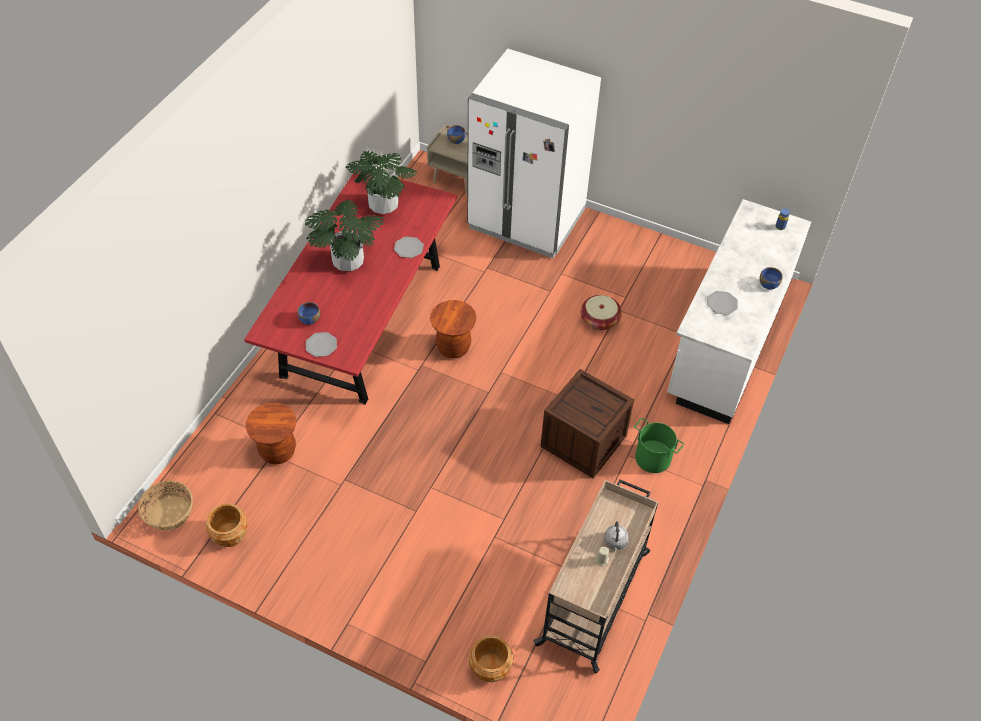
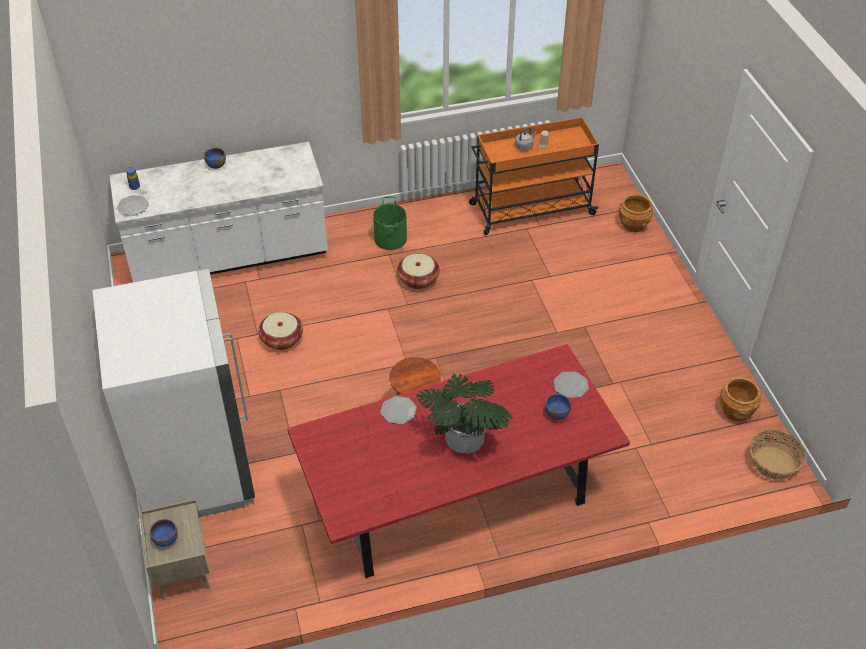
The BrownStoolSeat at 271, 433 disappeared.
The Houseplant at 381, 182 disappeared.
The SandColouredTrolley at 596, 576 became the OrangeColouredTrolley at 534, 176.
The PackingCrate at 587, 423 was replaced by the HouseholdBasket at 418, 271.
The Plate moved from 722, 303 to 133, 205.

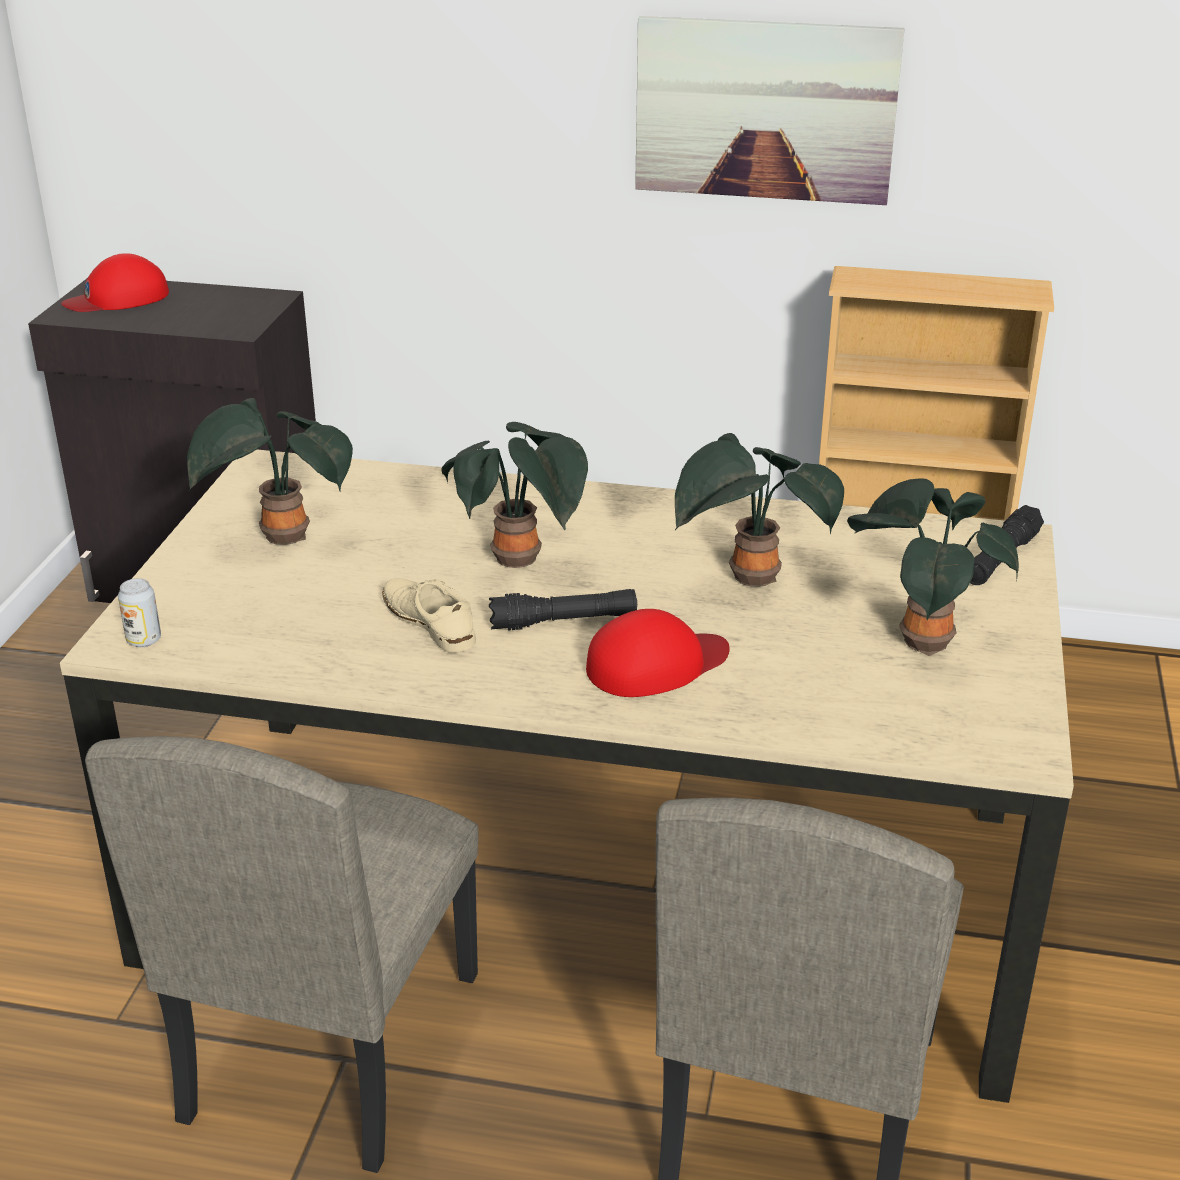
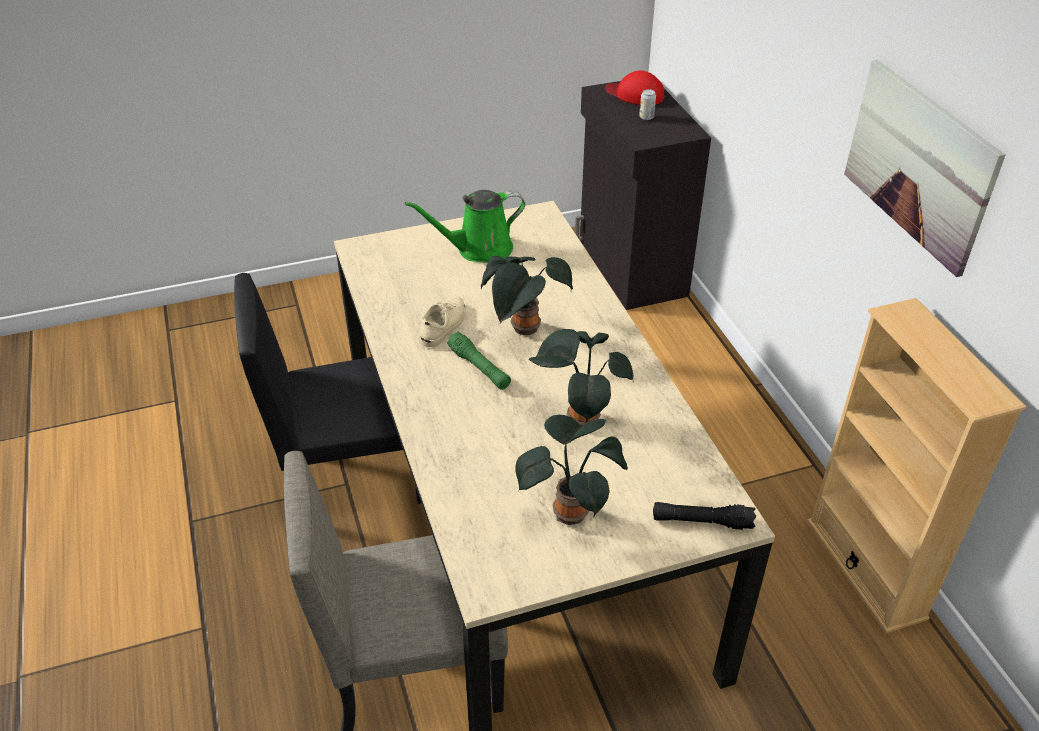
The SandColouredChair at 281, 954 became the BlackChair at 327, 388.
The Can moved from 139, 612 to 647, 104.
The Houseplant at 270, 471 was replaced by the GreenWateringCan at 465, 226.
The BlackHandTorch at 563, 609 became the GreenHandTorch at 479, 360.
The RedBaseballCap at 658, 653 disappeared.

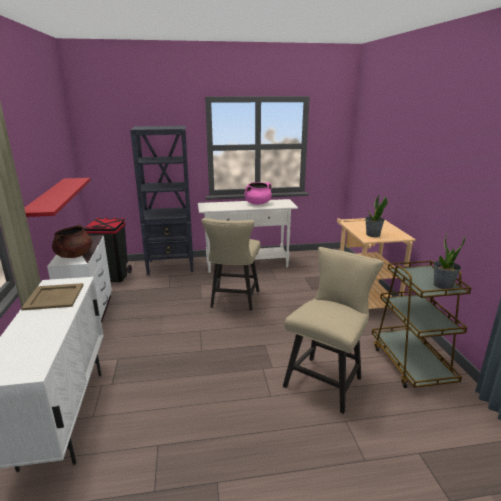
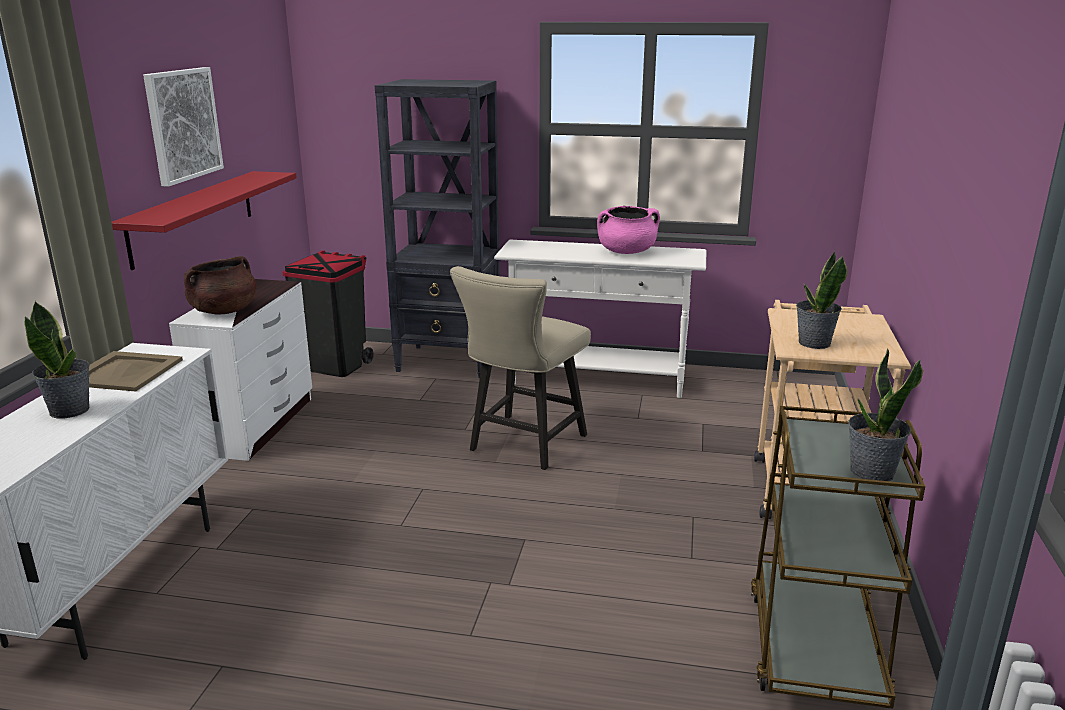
The SandColouredChair at 333, 330 disappeared.
The Houseplant at 57, 359 appeared.
The Picture at 183, 127 appeared.

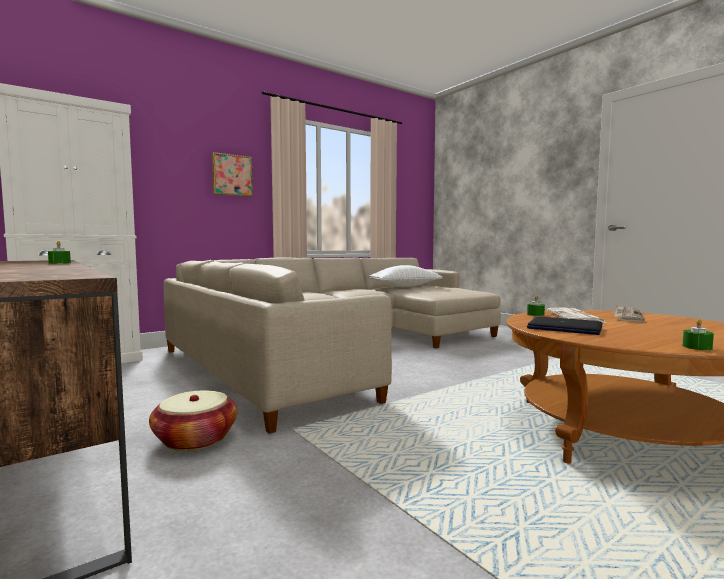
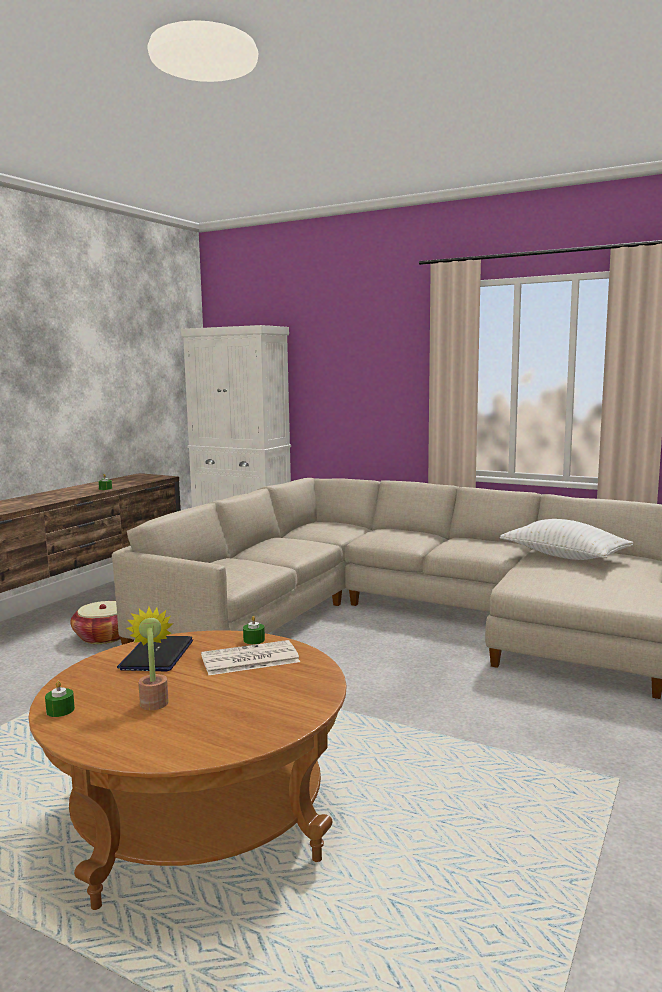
The Picture at 232, 174 disappeared.
The PrintedPaper at 629, 313 disappeared.
The Houseplant at 150, 658 appeared.

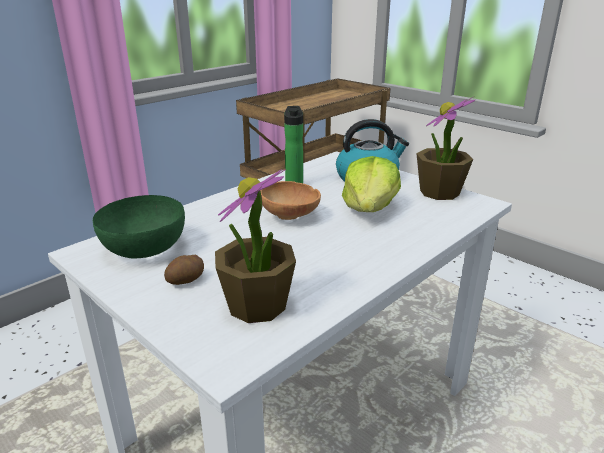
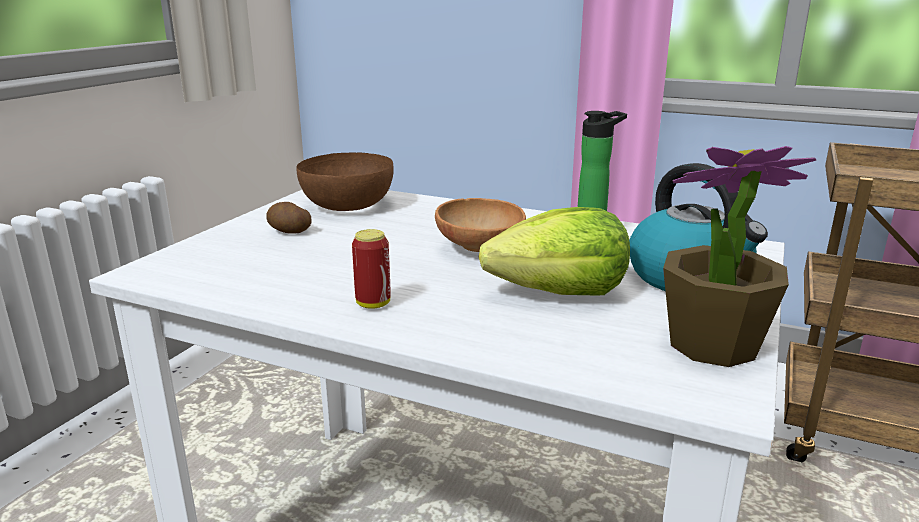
The GreenBowl at 139, 226 became the BrownBowl at 345, 182.
The Houseplant at 255, 246 disappeared.
The Can at 371, 269 appeared.

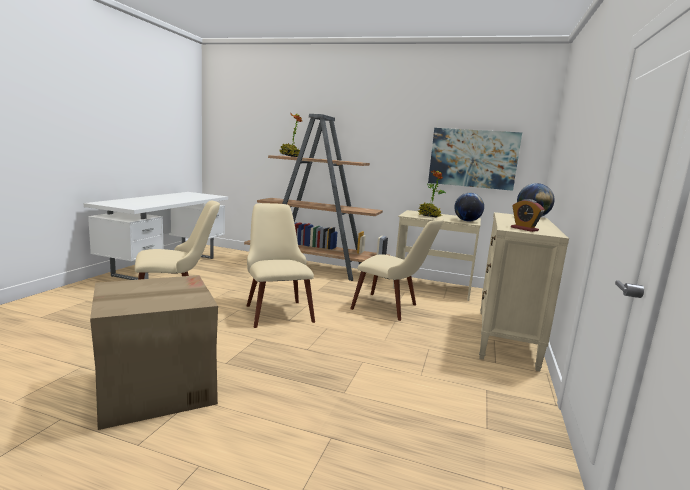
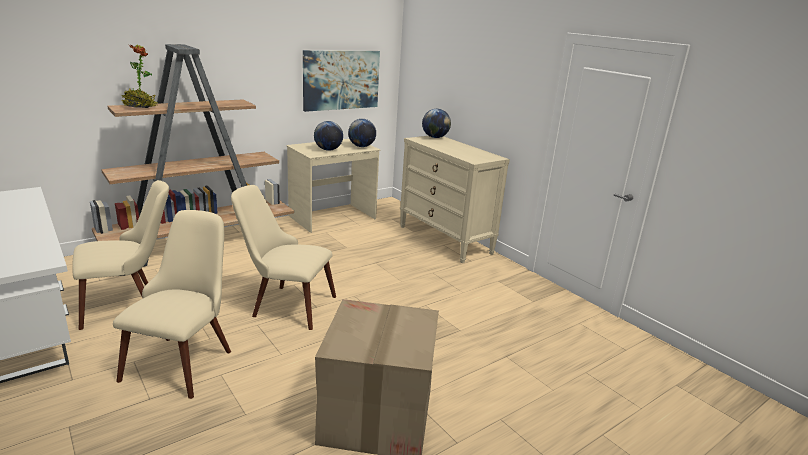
The SandColouredChair moved from 397, 269 to 120, 255.
The Houseplant at 432, 193 was replaced by the DeskGlobe at 328, 136.
The AlarmClock at 528, 215 disappeared.

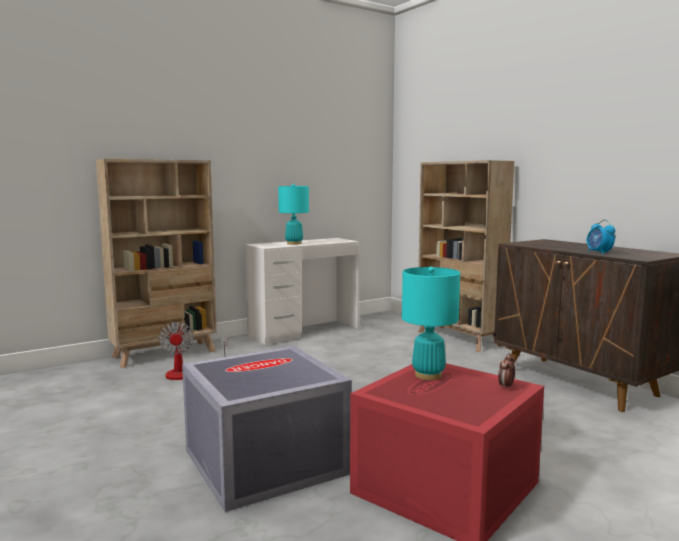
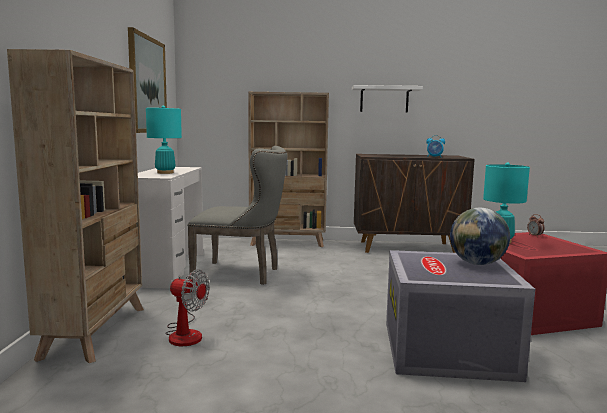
The Picture at 147, 80 appeared.
The GreyChair at 237, 215 appeared.
The WhiteColouredShelf at 387, 98 appeared.
The DeskGlobe at 480, 236 appeared.

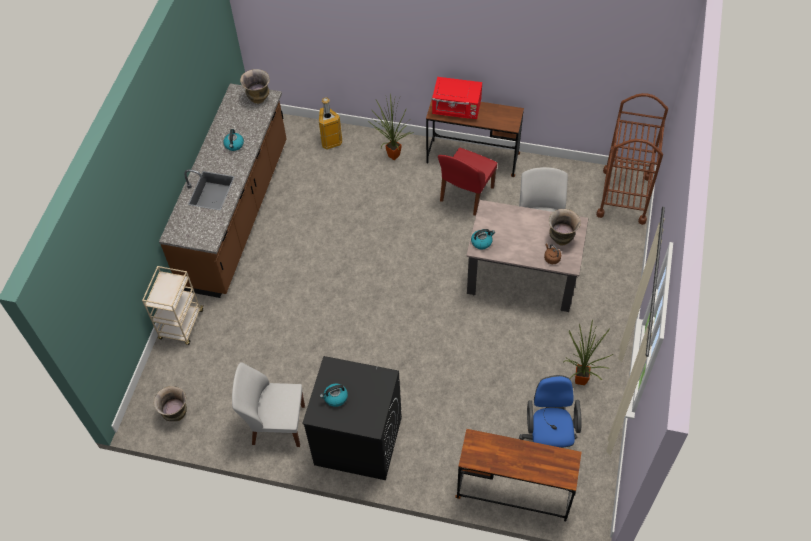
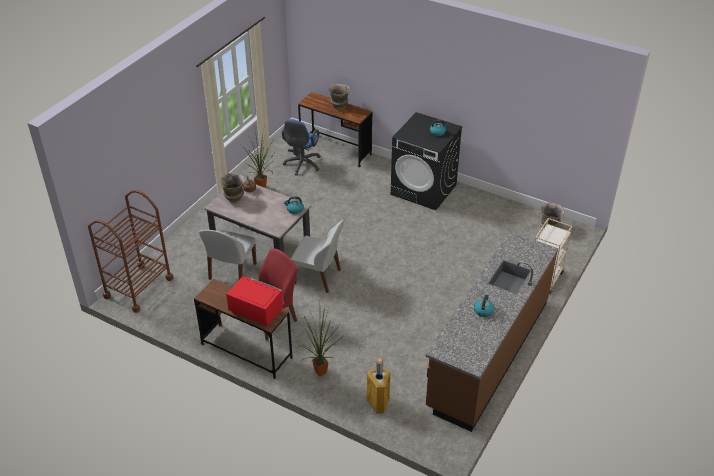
The WhiteColouredChair moved from 268, 404 to 317, 256.
The FlowerVase moved from 255, 86 to 339, 97.

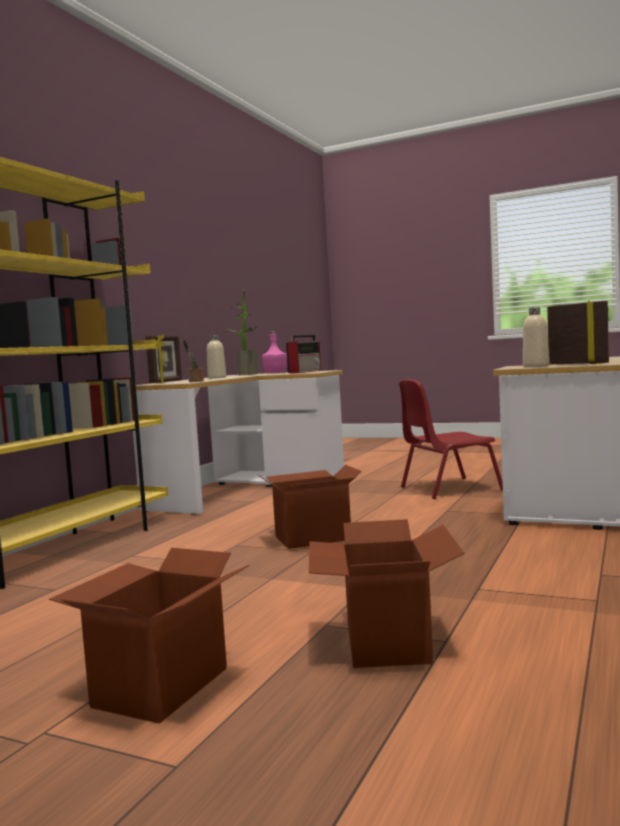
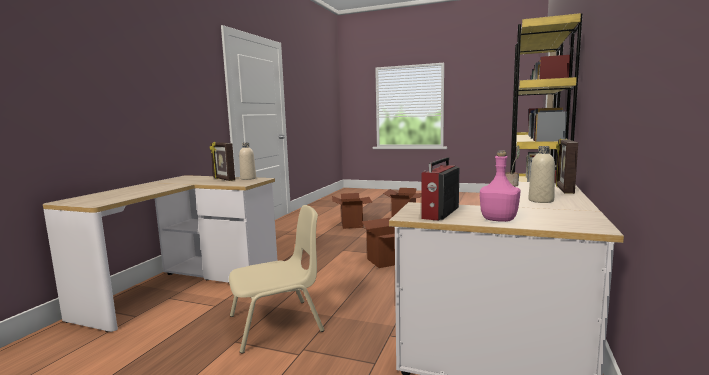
The Houseplant at 242, 332 disappeared.
The RedChair at 451, 439 became the SandColouredChair at 276, 279.

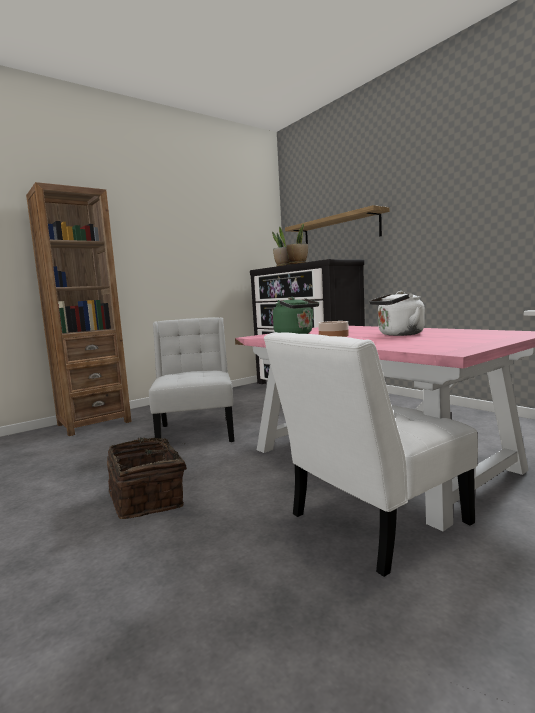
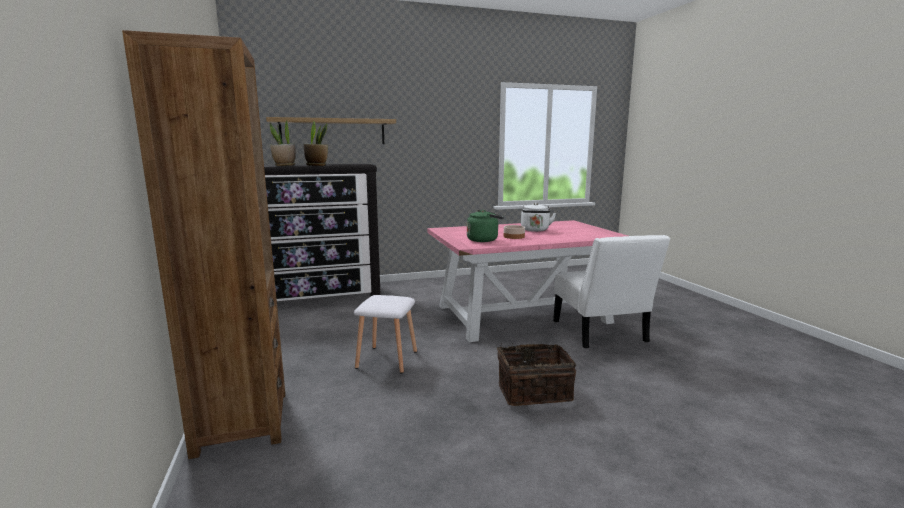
The WhiteColouredChair at 191, 379 was replaced by the WhiteColouredStoolSeat at 385, 334.

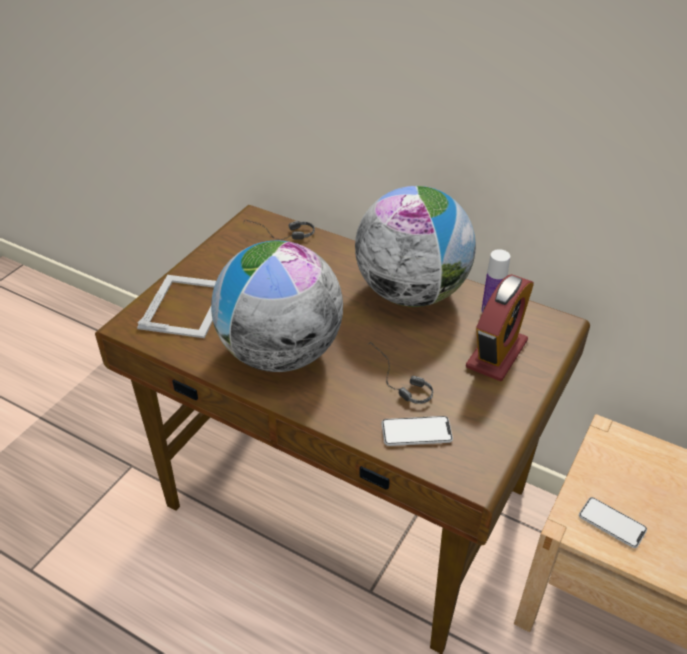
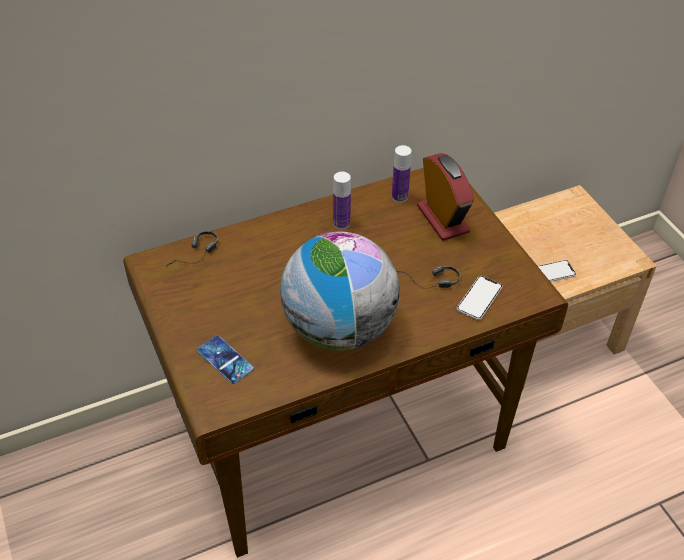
The PictureFrame at 176, 306 was replaced by the Handset at 225, 359.
The DeskGlobe at 415, 246 was replaced by the BeverageBottle at 342, 200.

